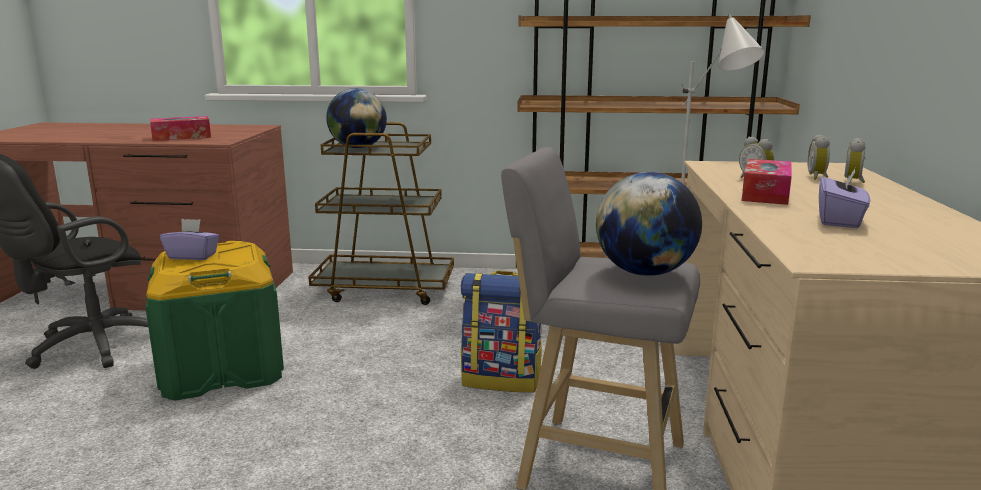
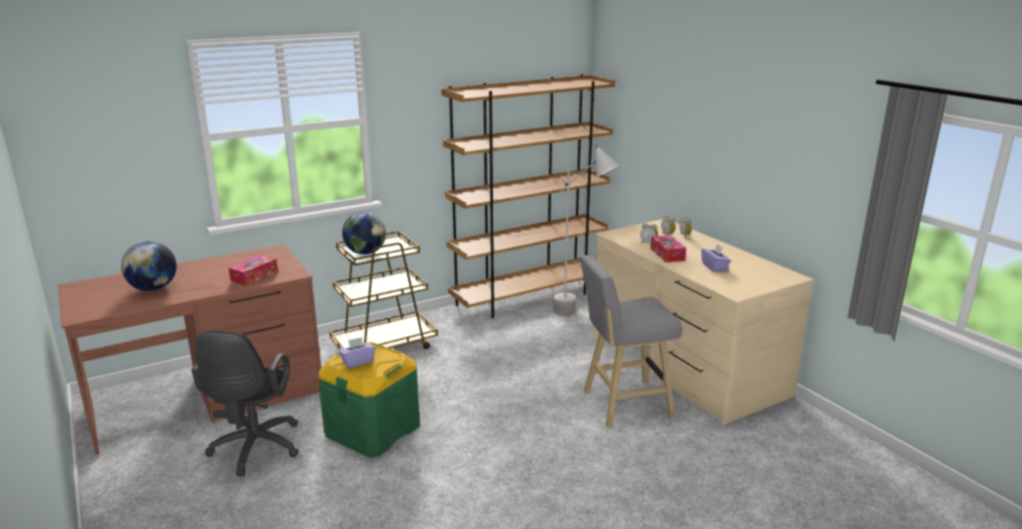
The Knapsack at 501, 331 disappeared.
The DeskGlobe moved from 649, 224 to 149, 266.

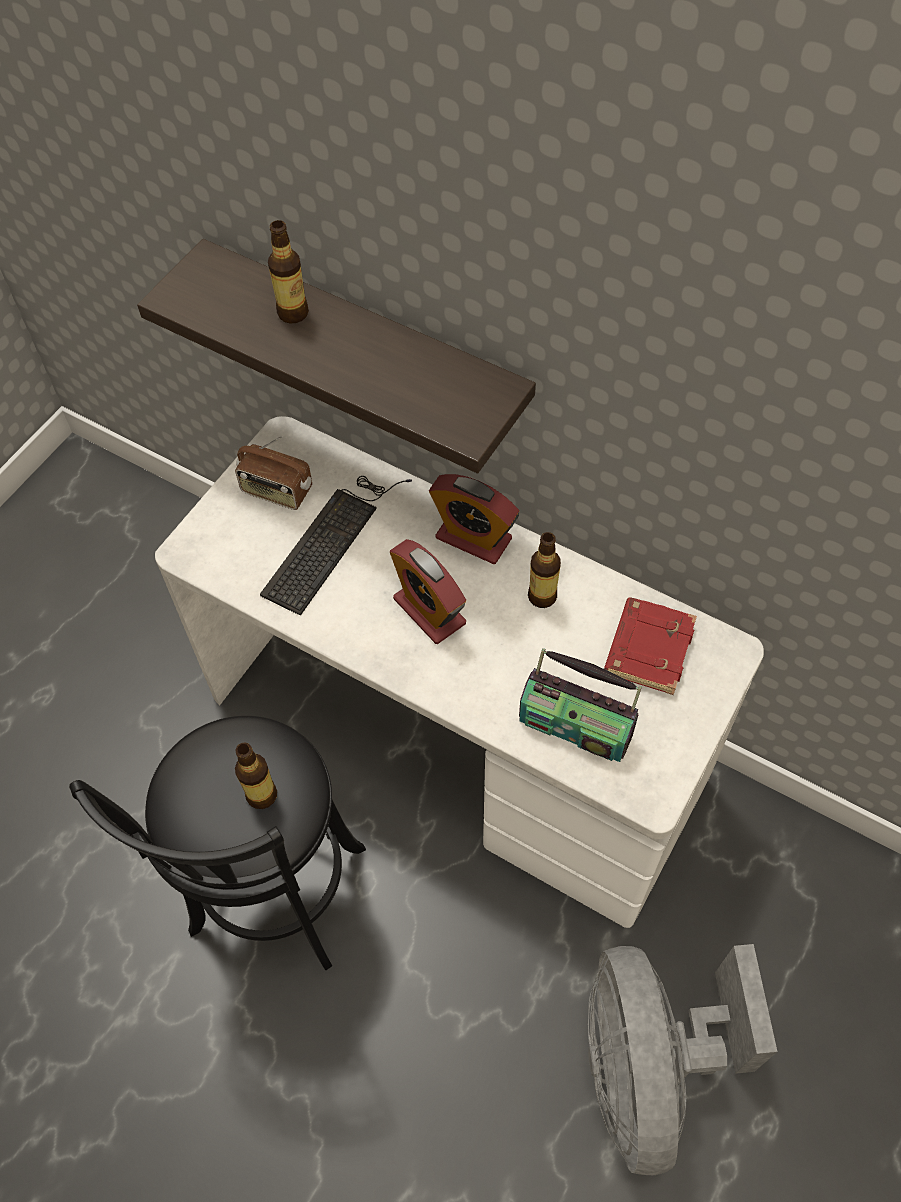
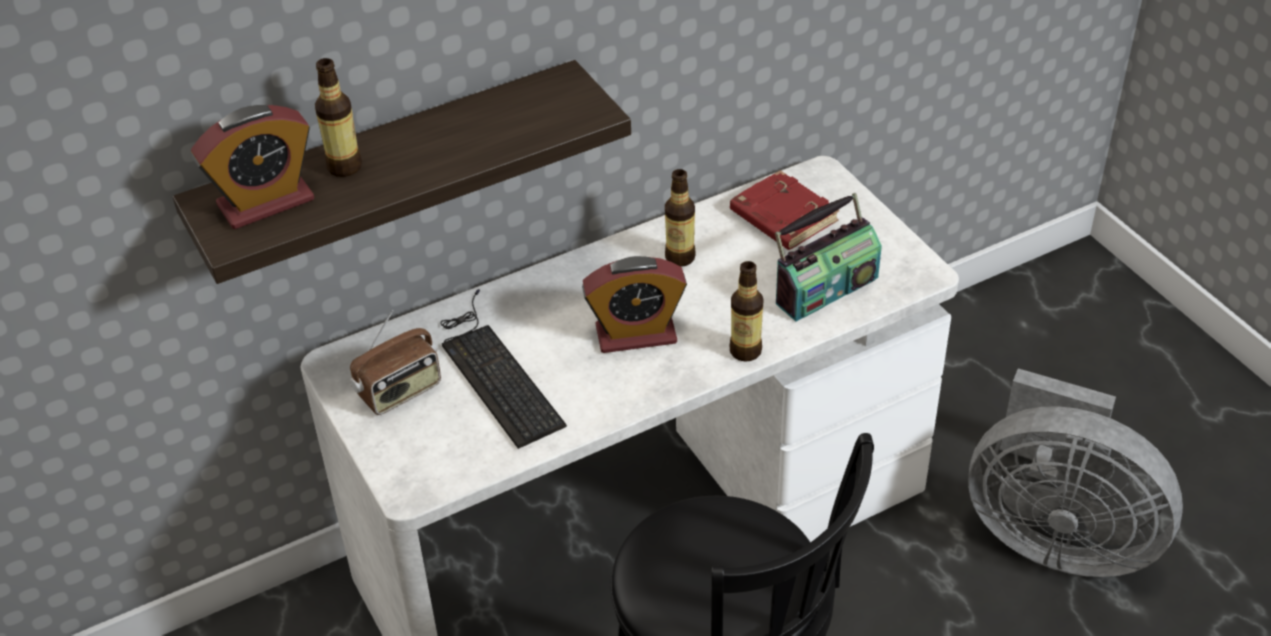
The BeverageBottle moved from 256, 776 to 747, 311.
The AlarmClock moved from 474, 519 to 252, 167.

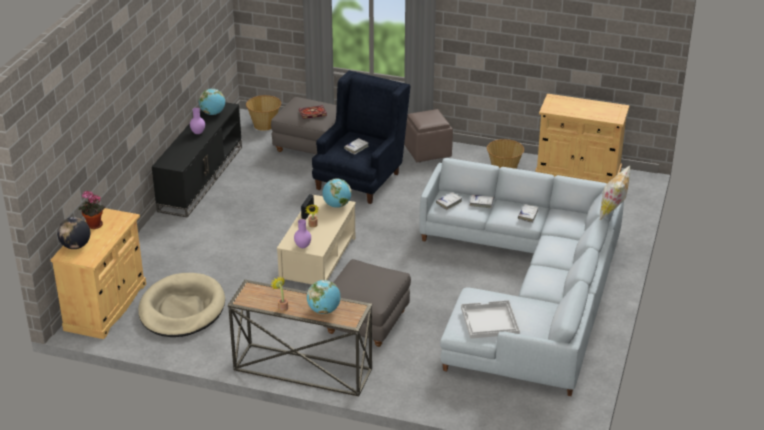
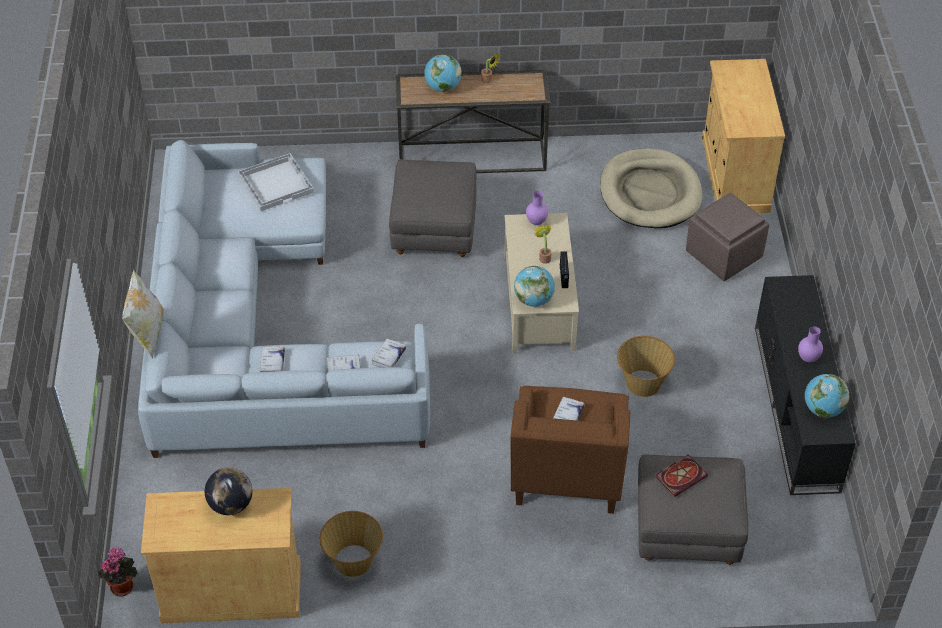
The DeskGlobe moved from 73, 233 to 228, 491.
The Houseplant moved from 92, 210 to 117, 572.
The HouseholdBasket moved from 263, 113 to 646, 366.
The BlueEasyChair at 361, 137 became the BrownEasyChair at 570, 450.
The BrownPouffe moved from 428, 135 to 727, 236.

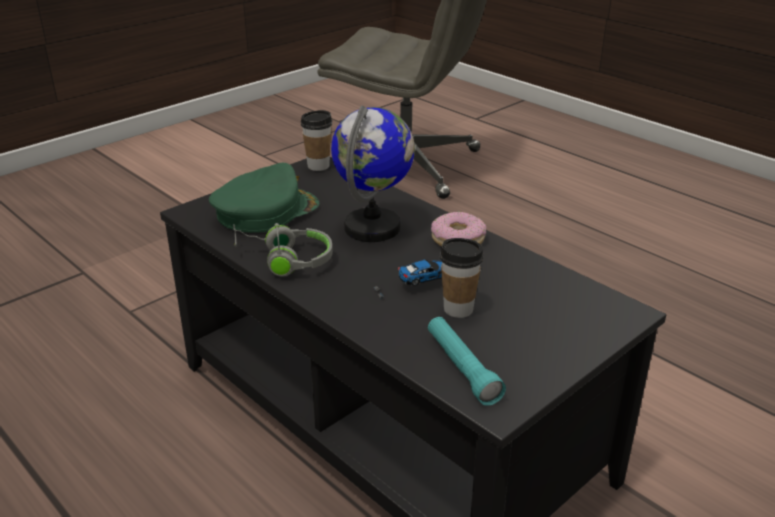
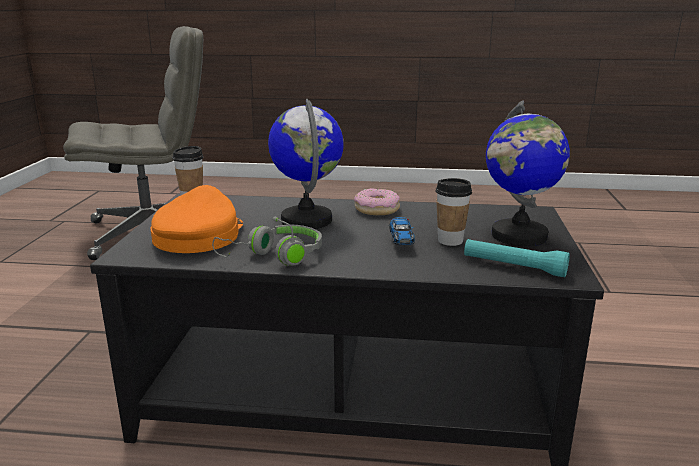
The GreenBaseballCap at 264, 198 became the OrangeColouredBaseballCap at 197, 219.
The ModelCar at 408, 279 turned 150 degrees clockwise.
The DeskGlobe at 528, 173 appeared.

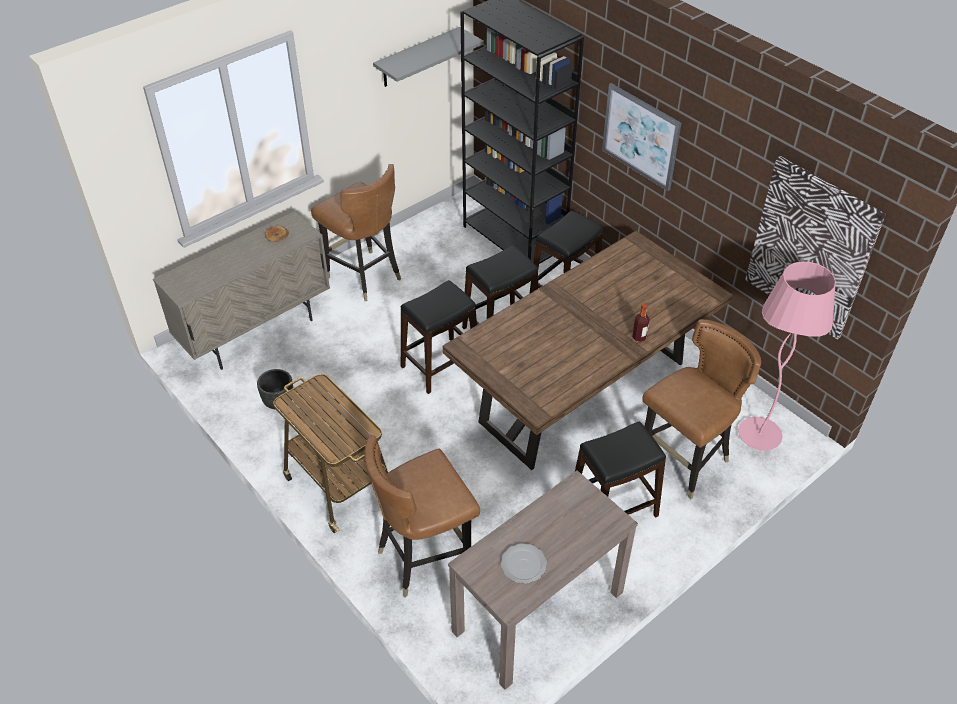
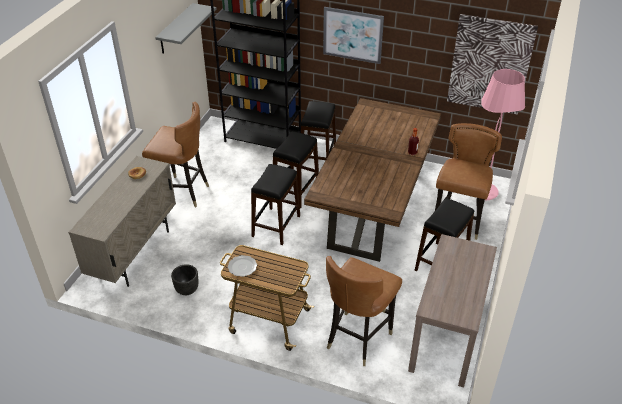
The Plate moved from 524, 563 to 242, 266.

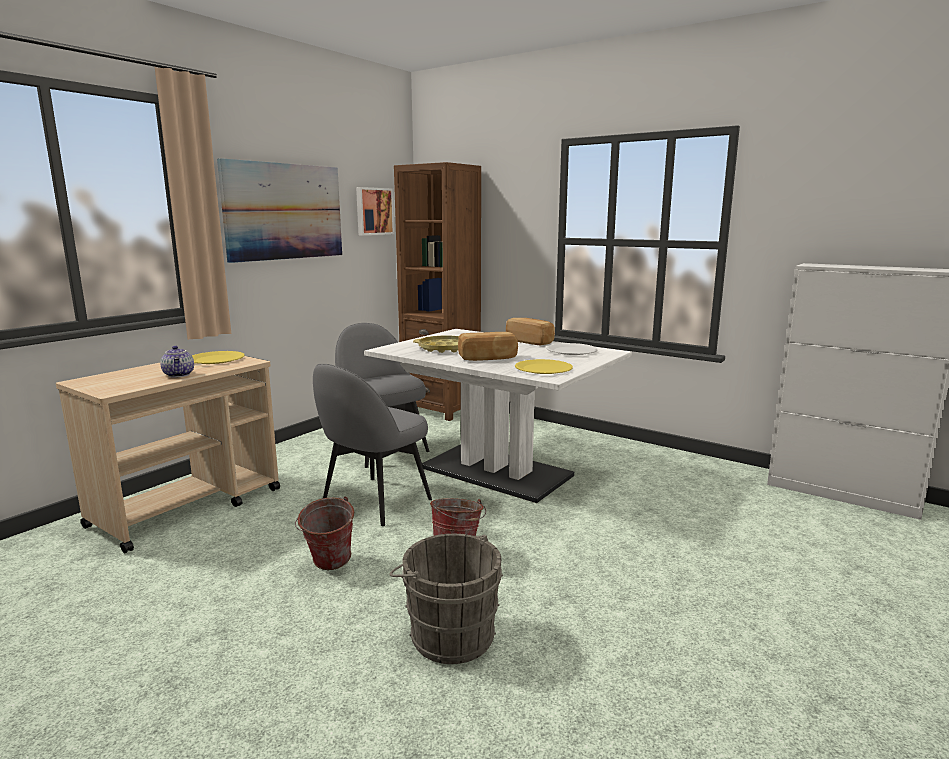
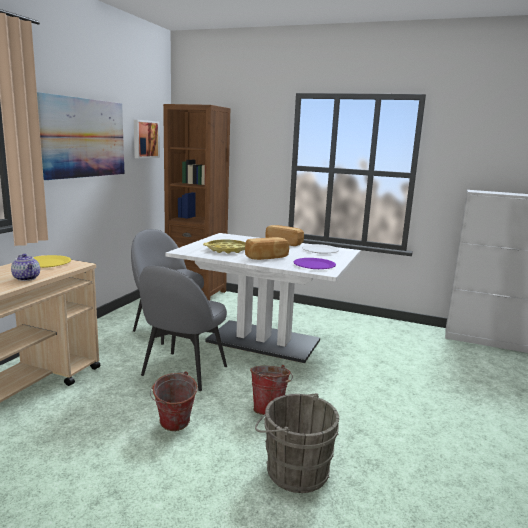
The YellowColouredPlate at 544, 366 became the PurplePlate at 315, 263.

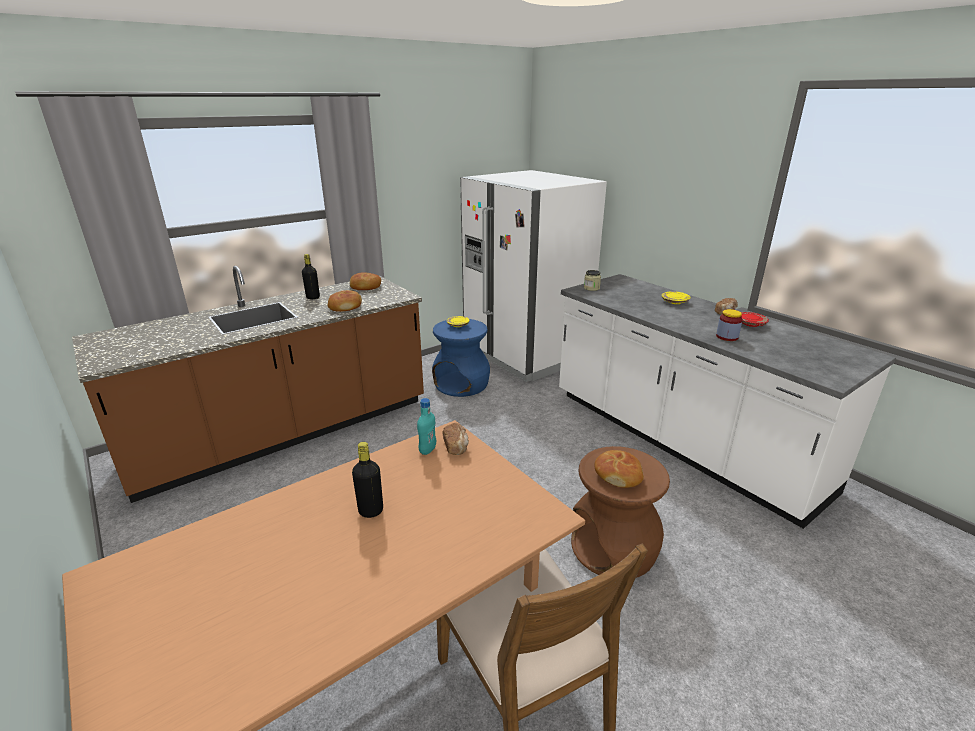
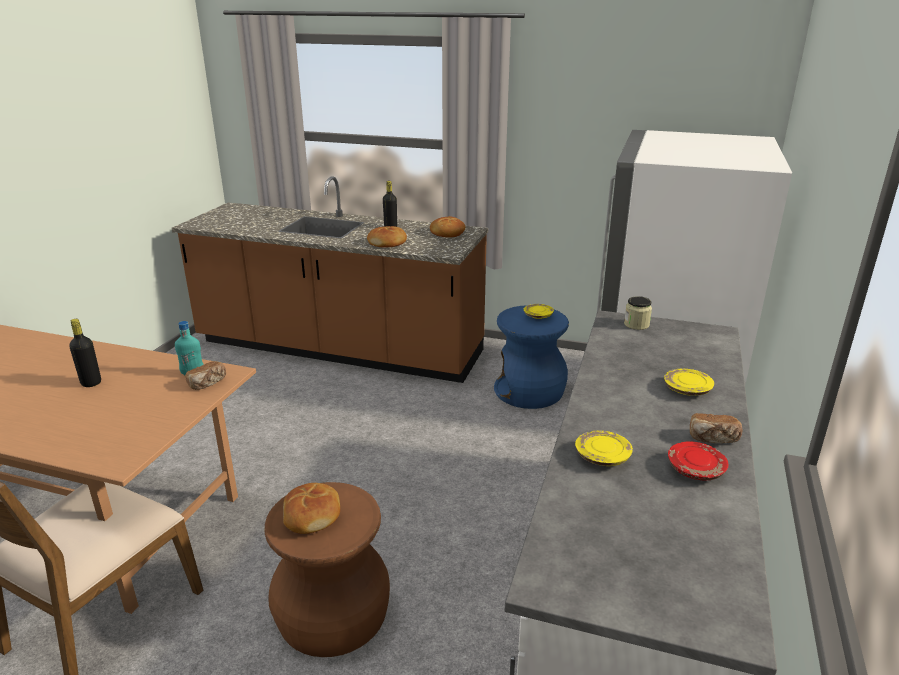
The PreserveJar at 729, 325 was replaced by the YellowColouredPlate at 604, 448.

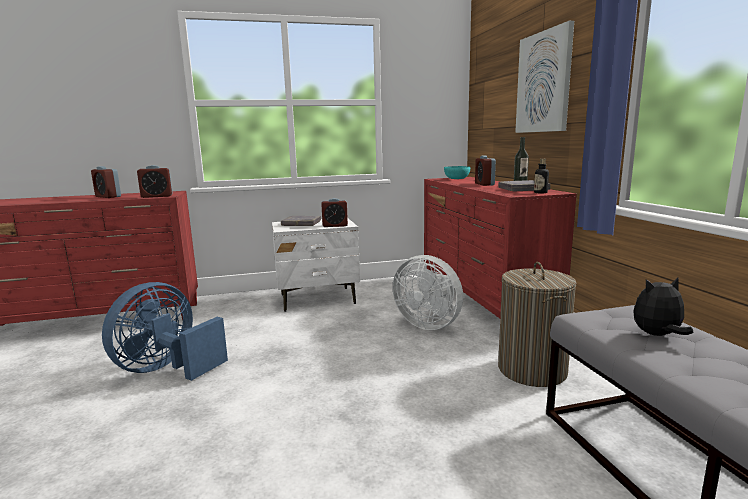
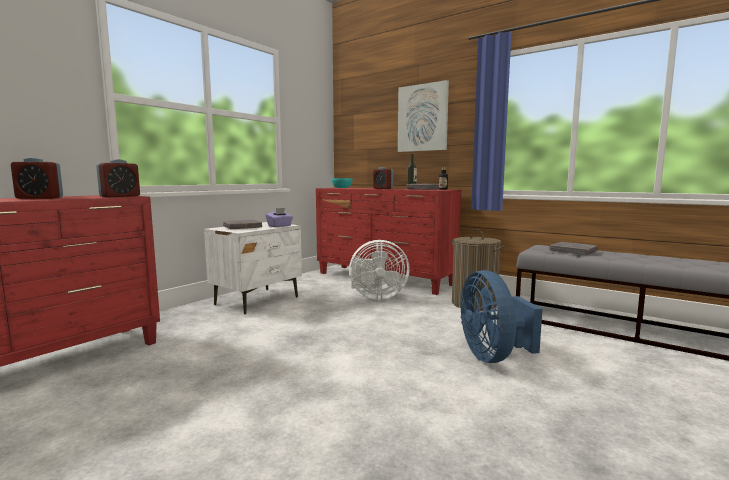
The BlueElectricFan moved from 165, 331 to 501, 316.
The AlarmClock at 334, 212 was replaced by the PurpleBoxOfTissues at 279, 217.
The PlushToy at 663, 307 was replaced by the GreyVolume at 573, 248.

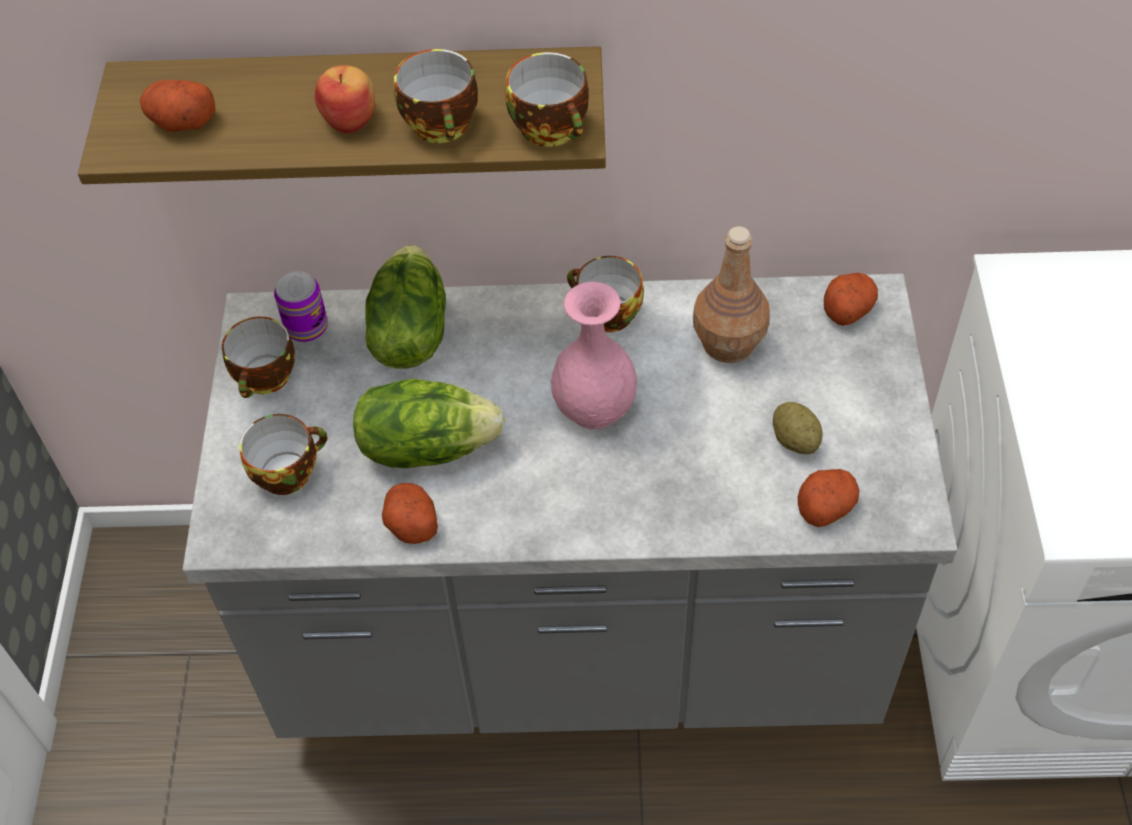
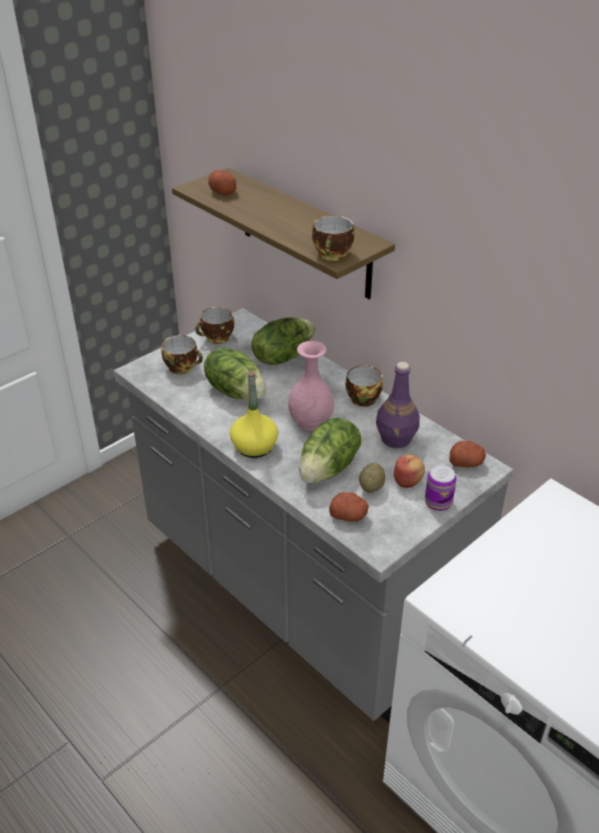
The Can moved from 301, 306 to 440, 488.
The AppleFruit moved from 344, 99 to 409, 471.
The Spud at 410, 513 disappeared.
The Cup at 436, 96 disappeared.
The BrownBeverageBottle at 731, 294 became the PurpleBeverageBottle at 398, 405.
The YellowColouredBeverageBottle at 254, 414 appeared.
The HeadOfLettuce at 330, 450 appeared.

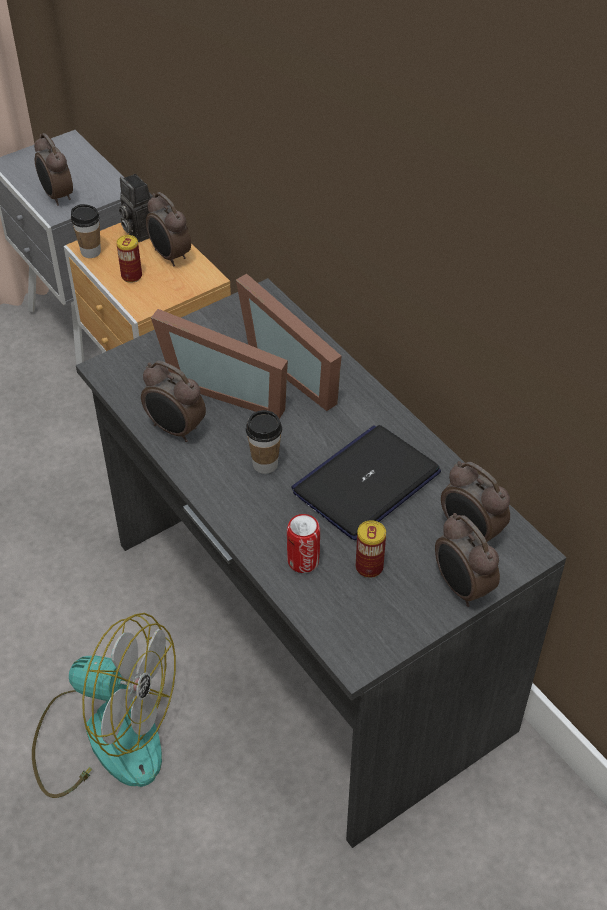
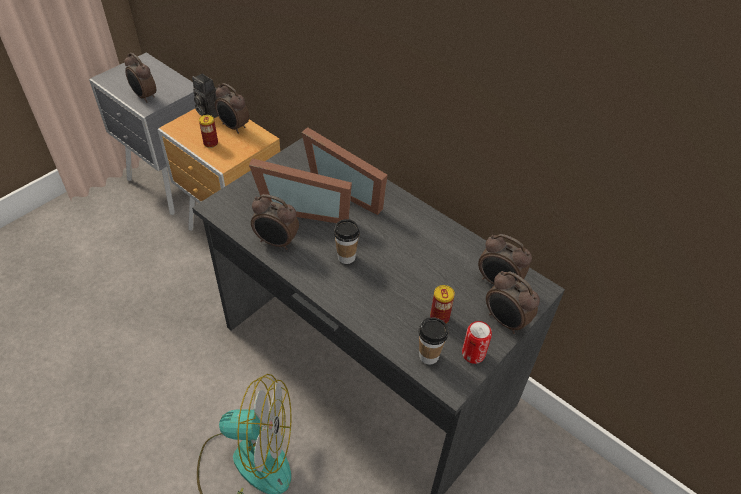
The Cup moved from 86, 231 to 433, 341.
The Can moved from 303, 543 to 477, 342.
The Laptop at 366, 482 disappeared.

